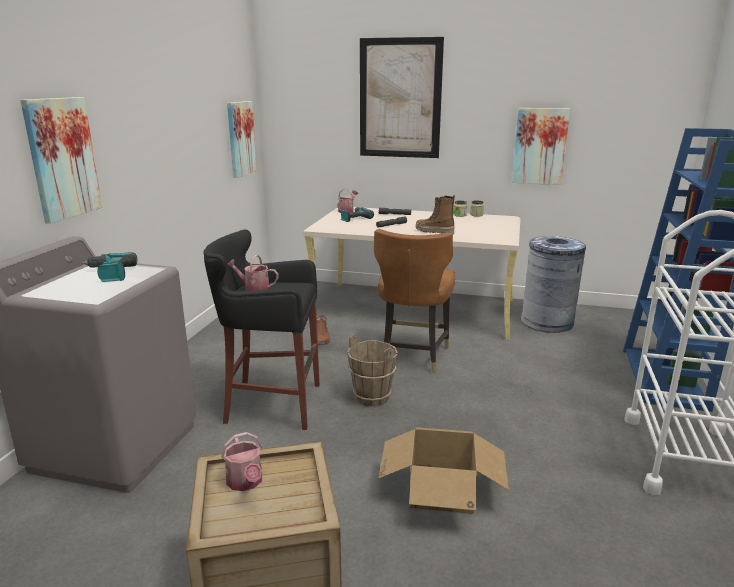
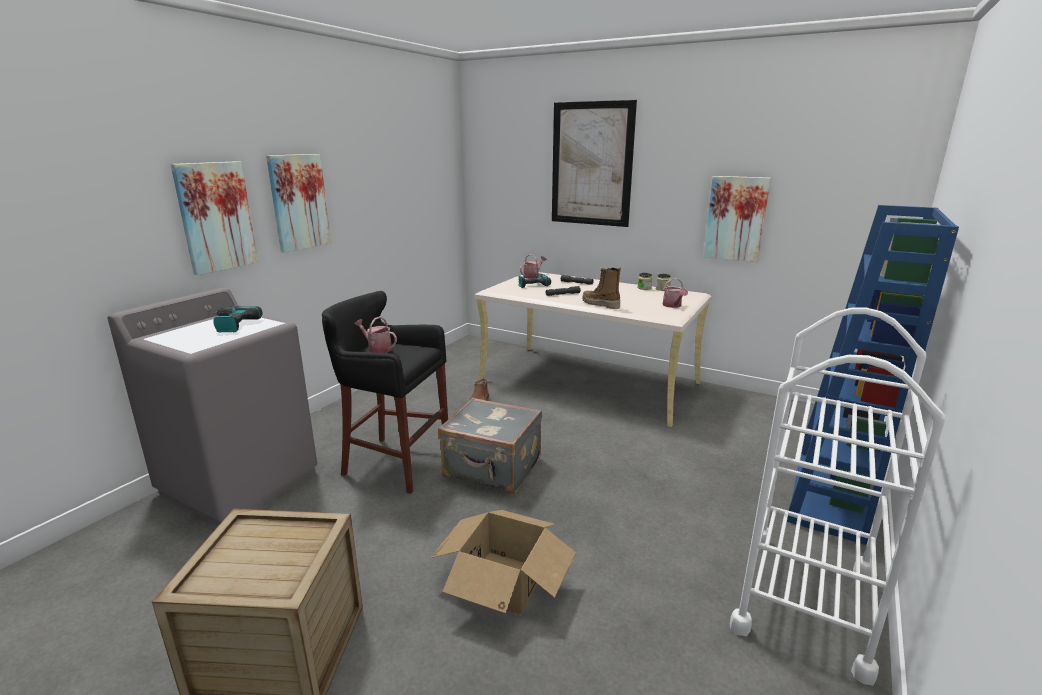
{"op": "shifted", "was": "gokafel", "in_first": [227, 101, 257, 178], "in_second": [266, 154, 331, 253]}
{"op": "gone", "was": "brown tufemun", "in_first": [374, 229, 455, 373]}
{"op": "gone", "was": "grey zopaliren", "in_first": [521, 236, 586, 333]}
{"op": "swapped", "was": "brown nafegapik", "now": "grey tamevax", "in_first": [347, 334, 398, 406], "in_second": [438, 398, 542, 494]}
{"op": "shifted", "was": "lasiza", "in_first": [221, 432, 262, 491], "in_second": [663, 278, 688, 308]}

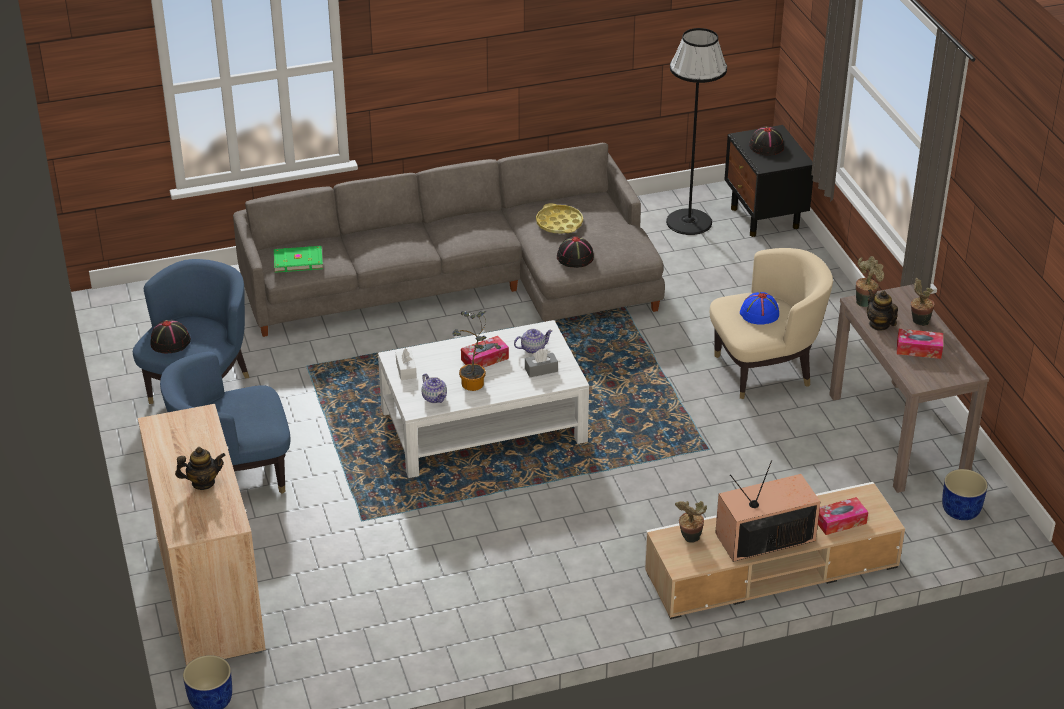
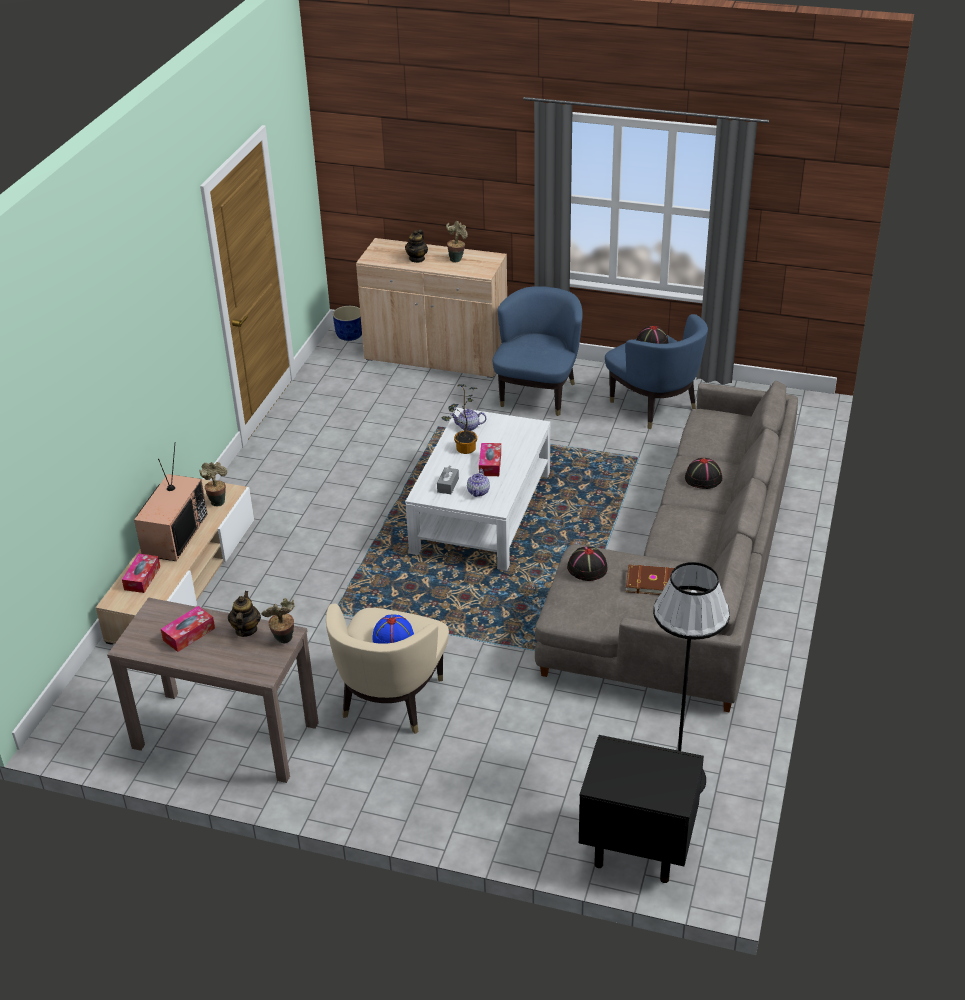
{"op": "shifted", "was": "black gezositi", "in_first": [749, 126, 784, 156], "in_second": [685, 458, 722, 489]}
{"op": "swapped", "was": "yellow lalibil", "now": "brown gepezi", "in_first": [536, 203, 583, 234], "in_second": [626, 564, 674, 595]}
{"op": "gone", "was": "green gepezi", "in_first": [274, 246, 323, 273]}
{"op": "shifted", "was": "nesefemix", "in_first": [911, 278, 935, 326], "in_second": [446, 221, 468, 262]}
{"op": "rotated", "was": "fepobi", "in_first": [867, 289, 898, 331], "in_second": [228, 591, 261, 637], "clockwise": -90}
{"op": "gone", "was": "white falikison", "in_first": [396, 348, 417, 380]}
{"op": "gone", "was": "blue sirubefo", "in_first": [942, 469, 988, 520]}

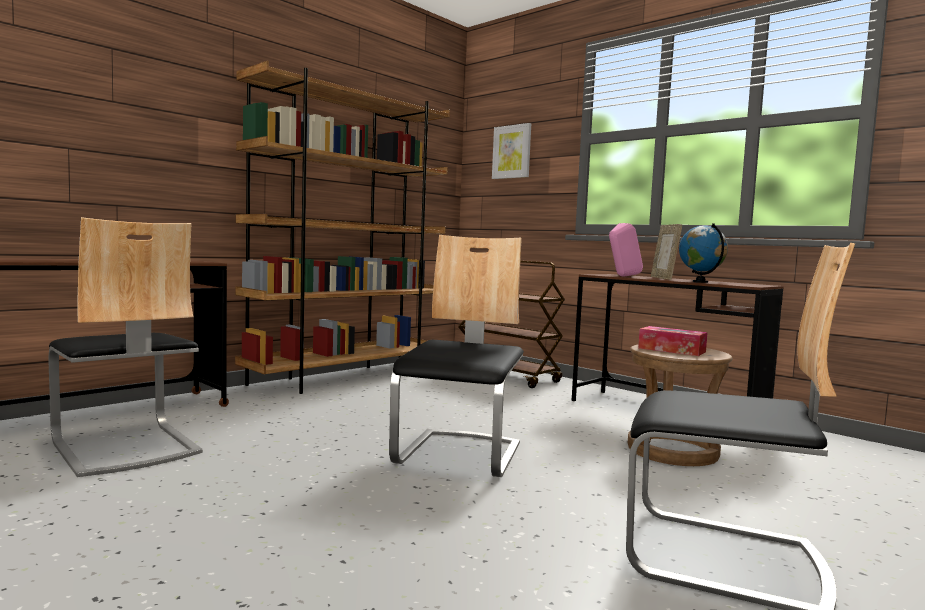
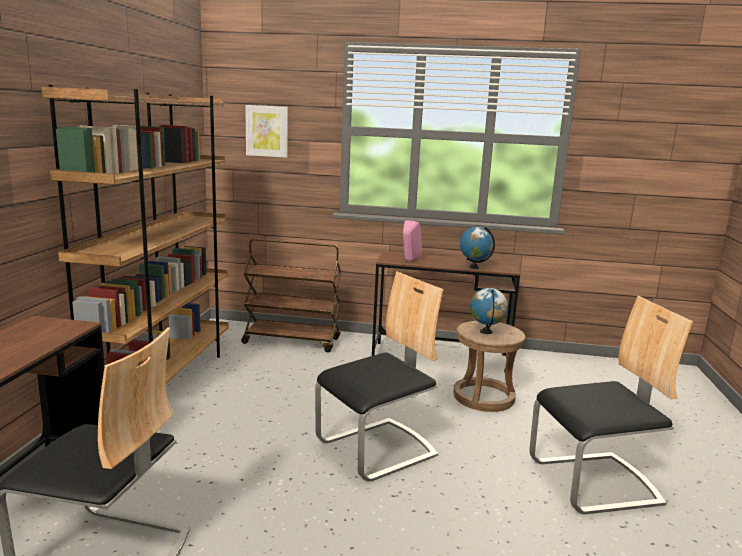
{"op": "gone", "was": "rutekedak", "in_first": [651, 224, 682, 280]}
{"op": "rotated", "was": "tufemun", "in_first": [389, 235, 524, 477], "in_second": [315, 271, 444, 482], "clockwise": 75}
{"op": "swapped", "was": "falikison", "now": "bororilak", "in_first": [638, 326, 708, 356], "in_second": [470, 288, 508, 334]}

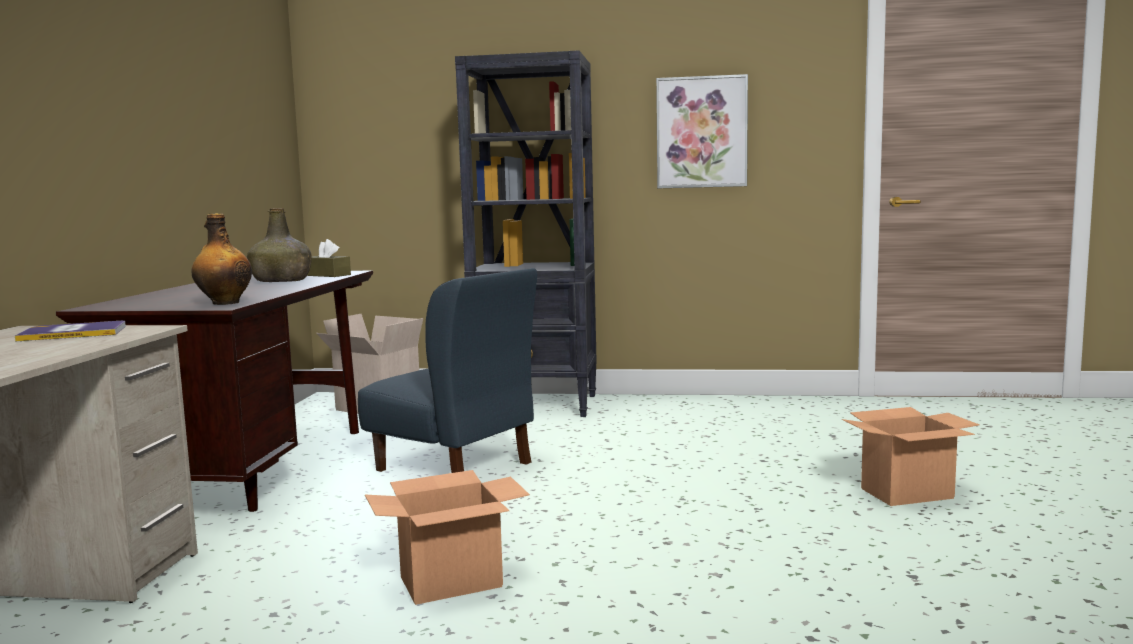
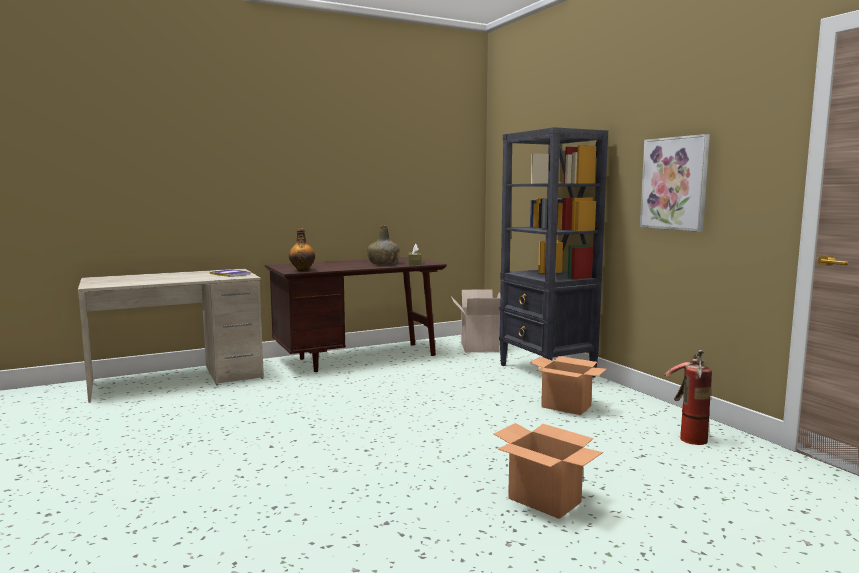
{"op": "gone", "was": "blue tufemun", "in_first": [358, 268, 537, 473]}
{"op": "shifted", "was": "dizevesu", "in_first": [365, 470, 530, 605], "in_second": [529, 356, 607, 415]}
{"op": "new", "now": "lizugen", "in_second": [664, 350, 712, 445]}

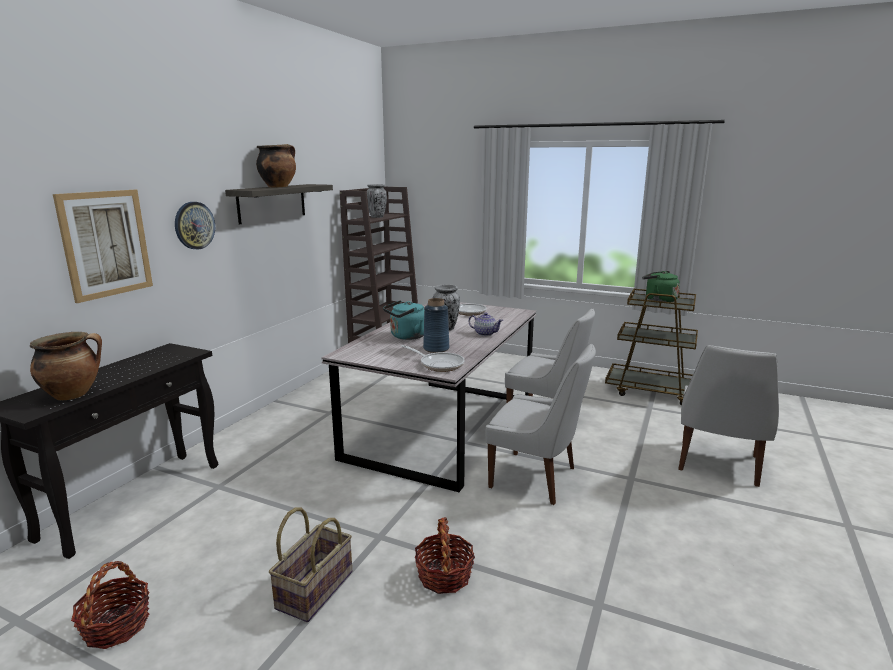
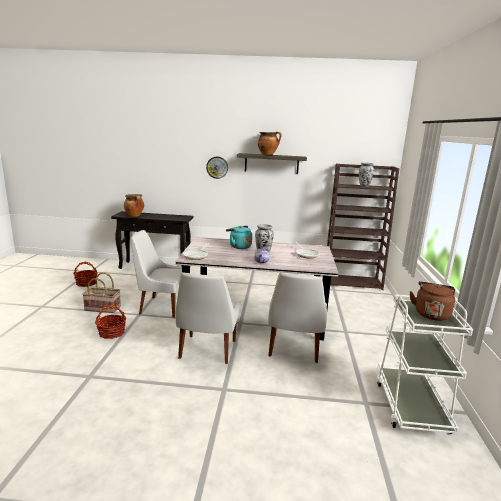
{"op": "gone", "was": "gokafel", "in_first": [53, 190, 153, 303]}
{"op": "repainted", "was": "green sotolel", "now": "brown sotolel", "in_first": [642, 271, 680, 302], "in_second": [410, 281, 455, 321]}
{"op": "repainted", "was": "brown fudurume", "now": "white fudurume", "in_first": [605, 289, 698, 406], "in_second": [377, 294, 473, 434]}
{"op": "gone", "was": "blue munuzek", "in_first": [423, 298, 449, 353]}
{"op": "shifted", "was": "white tufemun", "in_first": [678, 345, 779, 487], "in_second": [131, 230, 182, 318]}

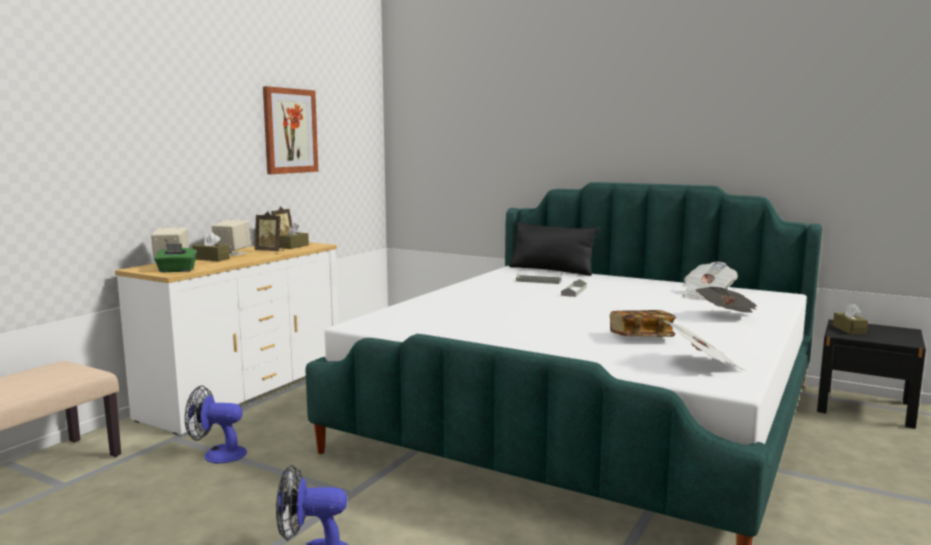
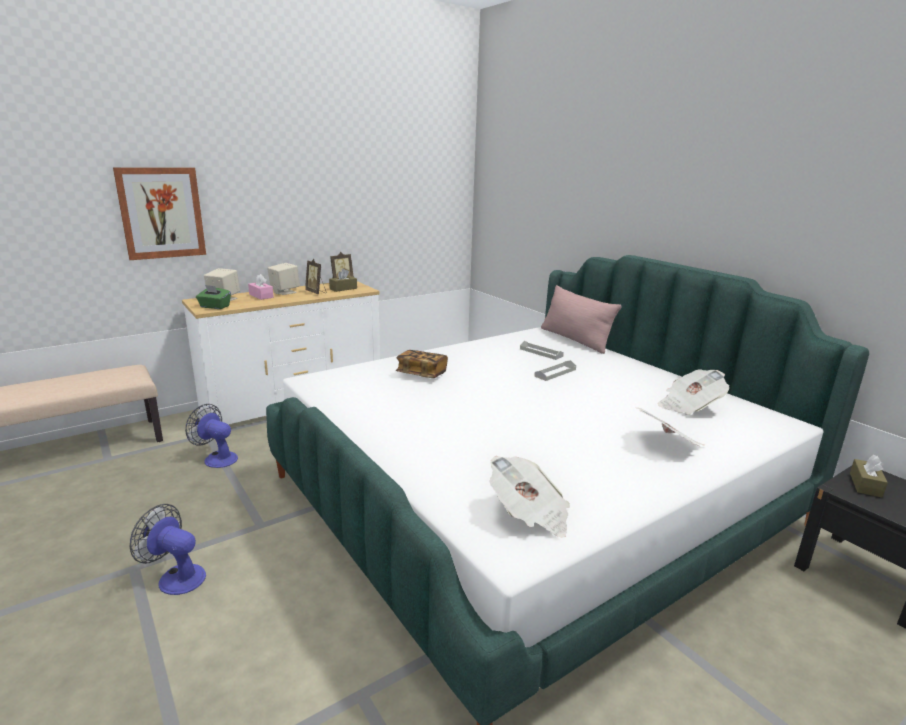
{"op": "shifted", "was": "gokafel", "in_first": [263, 86, 318, 174], "in_second": [113, 167, 206, 260]}
{"op": "repainted", "was": "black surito", "now": "pink surito", "in_first": [509, 222, 599, 276], "in_second": [541, 285, 622, 354]}
{"op": "repainted", "was": "brown falikison", "now": "pink falikison", "in_first": [193, 232, 230, 261], "in_second": [248, 274, 273, 300]}
{"op": "shifted", "was": "gepezi", "in_first": [610, 310, 676, 337], "in_second": [396, 350, 448, 378]}

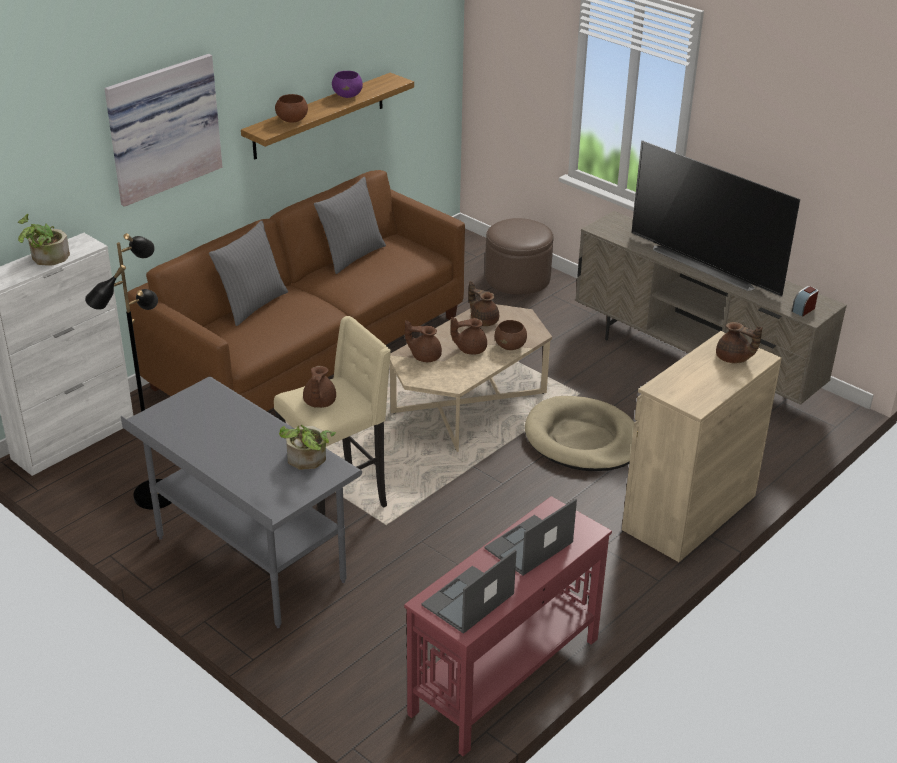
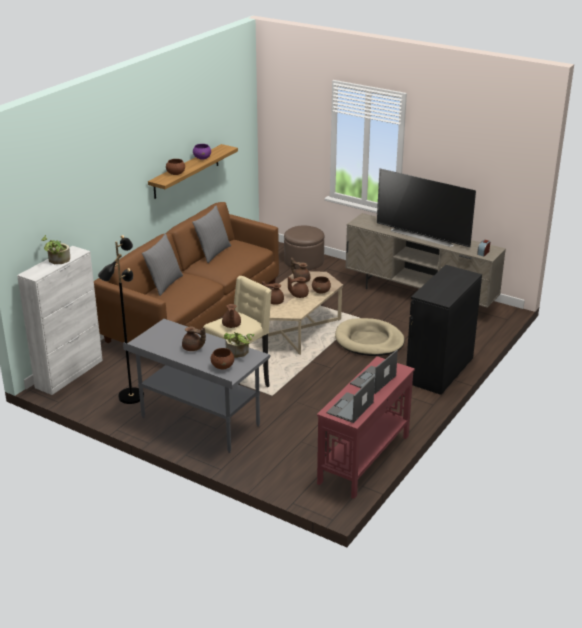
{"op": "gone", "was": "gokafel", "in_first": [104, 54, 222, 207]}
{"op": "shifted", "was": "brown fepobi", "in_first": [716, 322, 763, 363], "in_second": [182, 326, 206, 351]}
{"op": "repainted", "was": "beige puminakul", "now": "black puminakul", "in_first": [622, 331, 782, 562], "in_second": [406, 265, 482, 395]}
{"op": "new", "now": "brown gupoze", "in_second": [211, 348, 234, 369]}

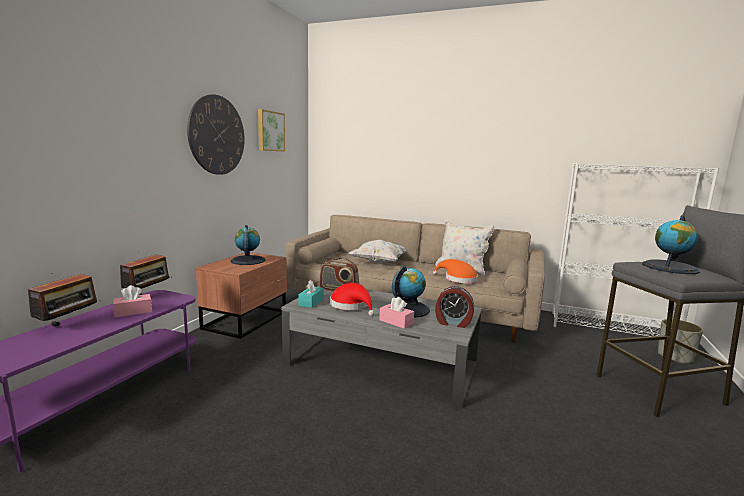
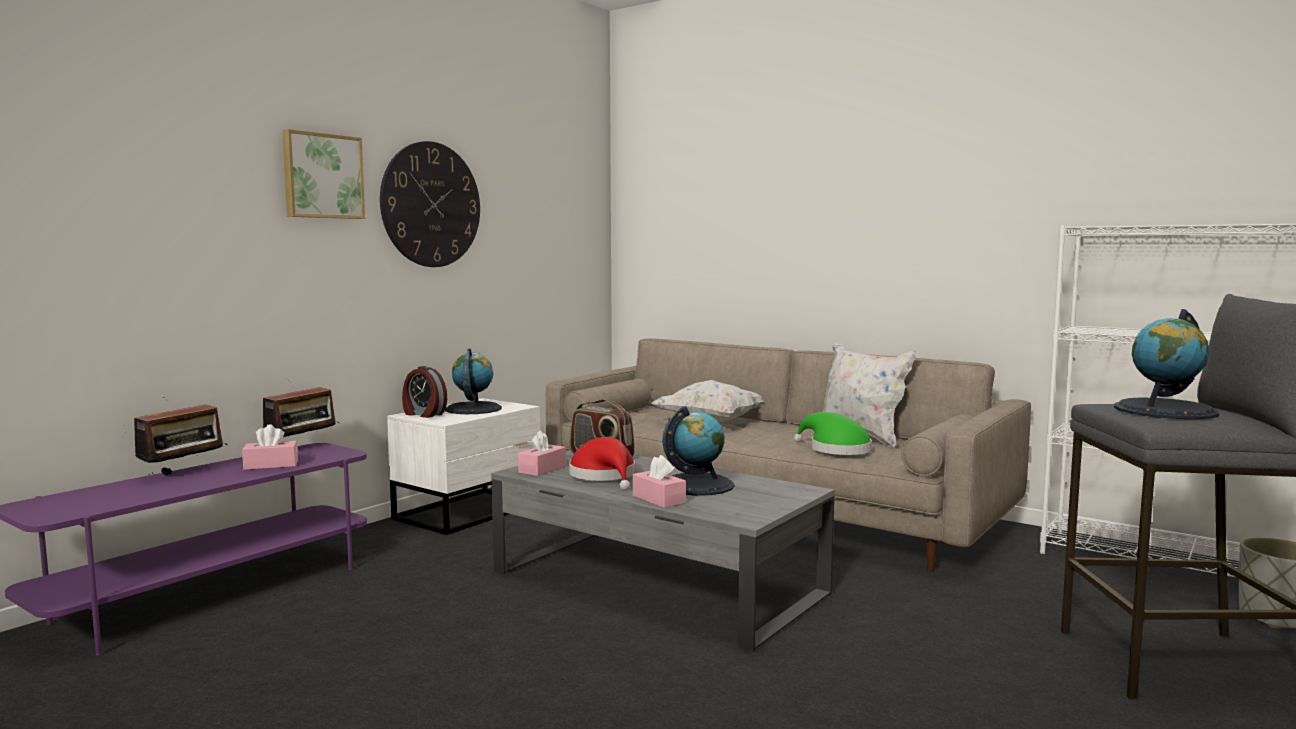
{"op": "shifted", "was": "gokafel", "in_first": [258, 109, 285, 151], "in_second": [282, 129, 365, 219]}
{"op": "repainted", "was": "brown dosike", "now": "white dosike", "in_first": [196, 252, 287, 339], "in_second": [387, 398, 540, 535]}
{"op": "repainted", "was": "orange gezositi", "now": "green gezositi", "in_first": [433, 259, 478, 283], "in_second": [794, 412, 872, 455]}
{"op": "repainted", "was": "turquoise falikison", "now": "pink falikison", "in_first": [298, 279, 324, 308], "in_second": [518, 430, 566, 476]}
{"op": "shifted", "was": "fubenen", "in_first": [435, 286, 474, 328], "in_second": [402, 366, 447, 418]}

